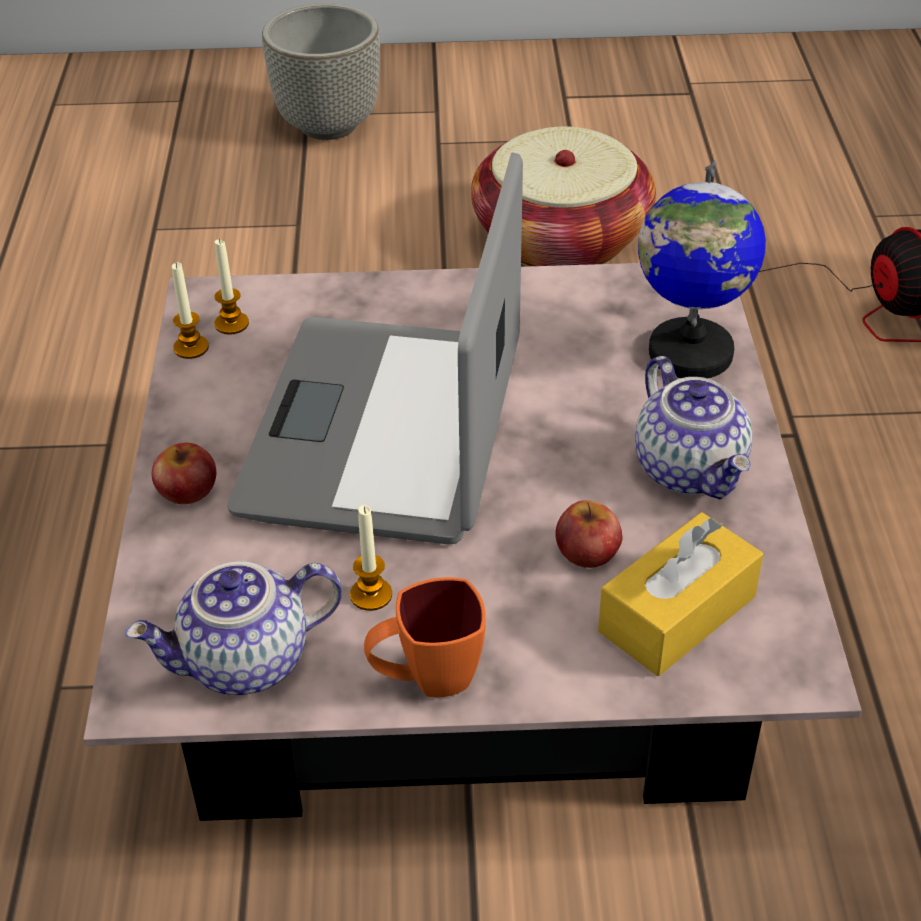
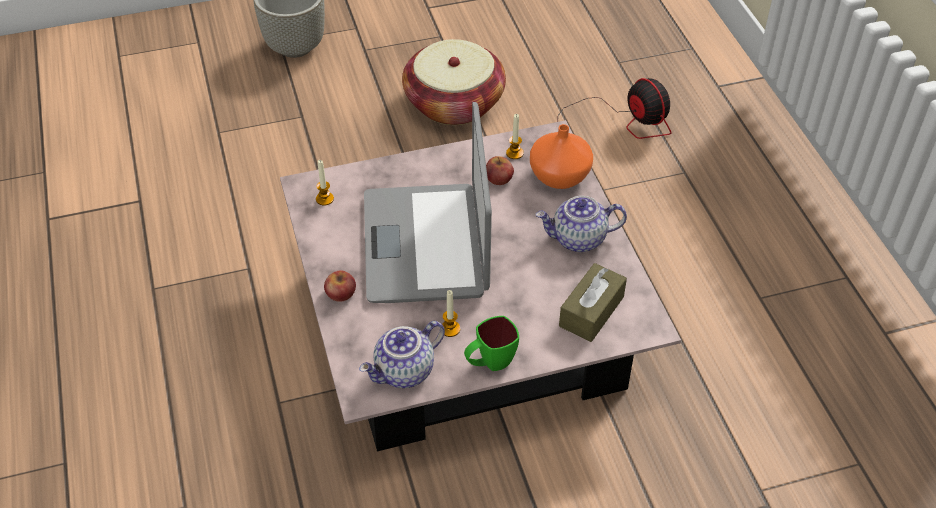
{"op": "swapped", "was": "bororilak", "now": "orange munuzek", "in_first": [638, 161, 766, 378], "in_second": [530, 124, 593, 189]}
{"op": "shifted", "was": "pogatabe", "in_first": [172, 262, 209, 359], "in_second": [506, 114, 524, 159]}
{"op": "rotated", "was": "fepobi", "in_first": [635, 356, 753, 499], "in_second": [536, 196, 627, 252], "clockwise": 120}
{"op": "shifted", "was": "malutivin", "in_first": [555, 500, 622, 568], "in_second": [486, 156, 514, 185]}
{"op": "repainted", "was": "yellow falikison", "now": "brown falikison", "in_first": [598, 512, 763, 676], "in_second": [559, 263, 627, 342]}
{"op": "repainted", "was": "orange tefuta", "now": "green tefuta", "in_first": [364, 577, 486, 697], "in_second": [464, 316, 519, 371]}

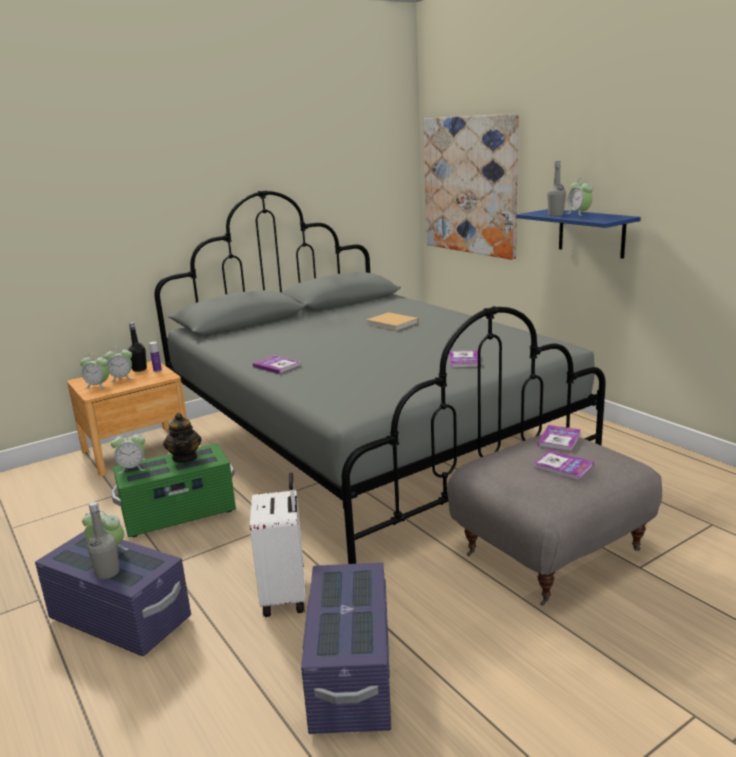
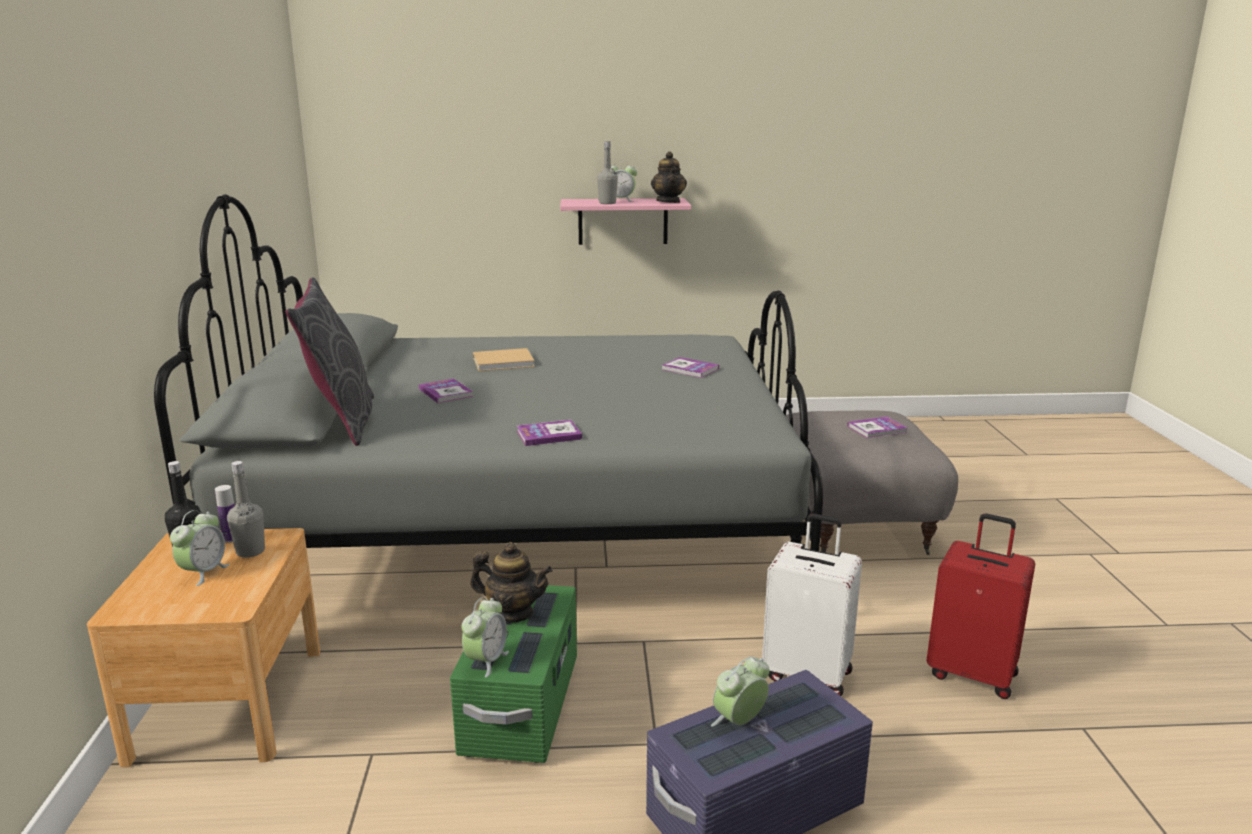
{"op": "gone", "was": "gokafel", "in_first": [424, 114, 519, 260]}
{"op": "repainted", "was": "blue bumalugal", "now": "pink bumalugal", "in_first": [516, 209, 641, 259], "in_second": [560, 198, 691, 245]}
{"op": "gone", "was": "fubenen", "in_first": [80, 353, 109, 389]}
{"op": "shifted", "was": "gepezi", "in_first": [537, 425, 581, 452], "in_second": [419, 378, 473, 403]}
{"op": "shifted", "was": "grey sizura", "in_first": [87, 502, 119, 579], "in_second": [227, 461, 265, 558]}
{"op": "swapped", "was": "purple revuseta", "now": "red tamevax", "in_first": [301, 562, 391, 734], "in_second": [926, 513, 1035, 699]}
{"op": "new", "now": "fepobi", "in_second": [651, 151, 687, 203]}
{"op": "new", "now": "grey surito", "in_second": [285, 277, 374, 446]}

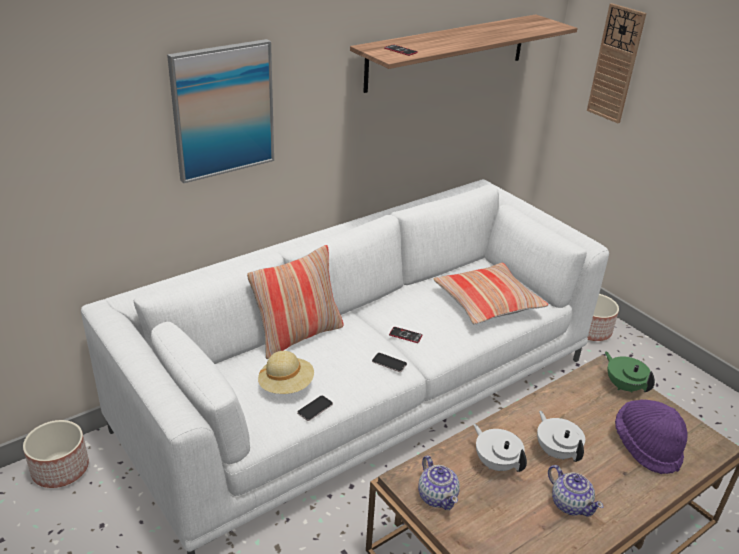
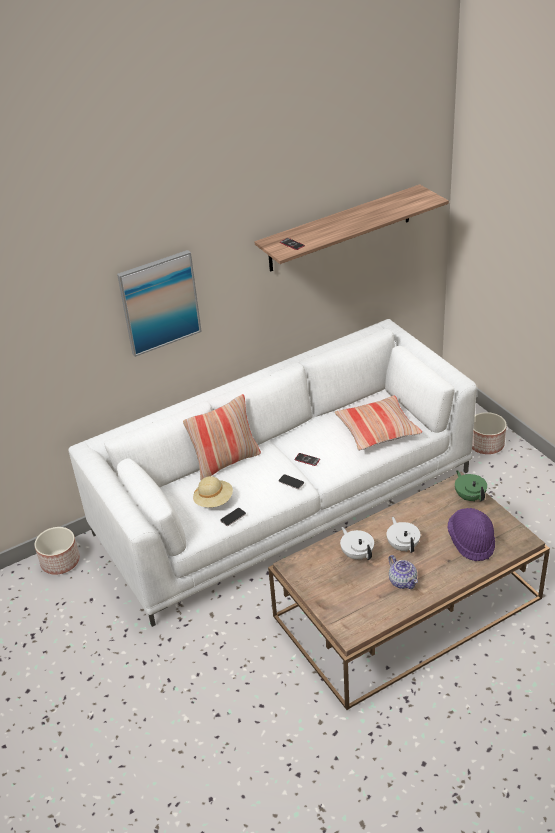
{"op": "gone", "was": "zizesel", "in_first": [587, 3, 646, 123]}
{"op": "gone", "was": "fepobi", "in_first": [418, 456, 460, 510]}

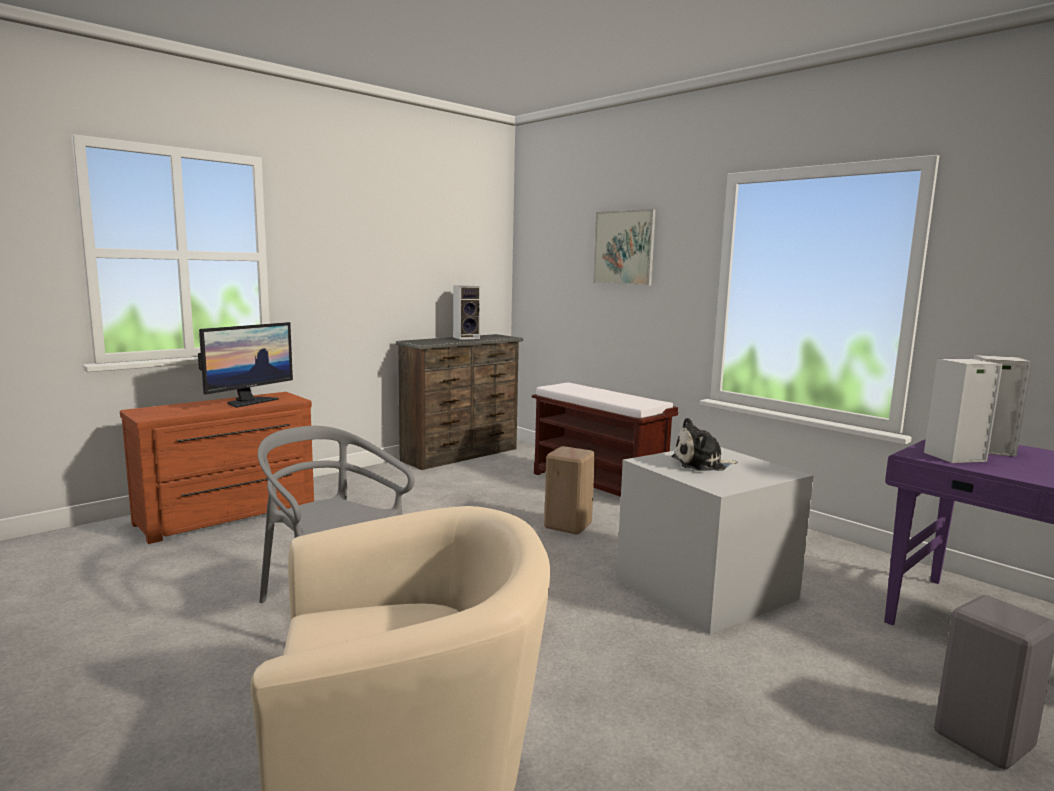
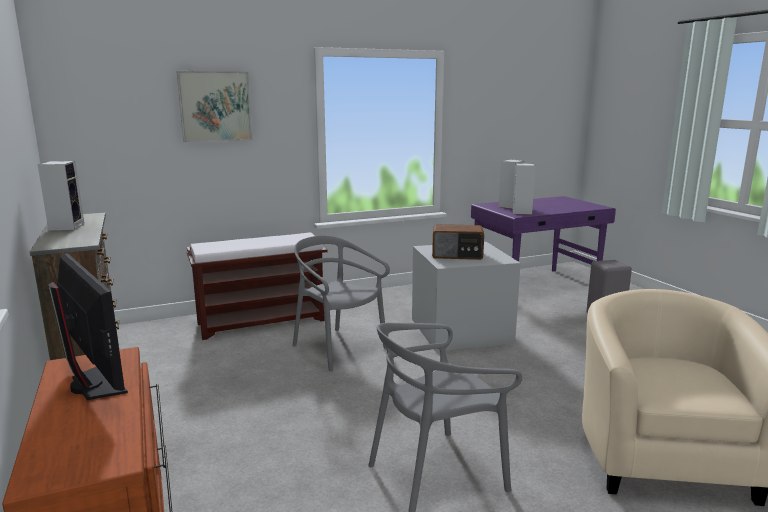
{"op": "swapped", "was": "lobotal", "now": "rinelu", "in_first": [671, 418, 738, 471], "in_second": [432, 224, 484, 260]}
{"op": "swapped", "was": "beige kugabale", "now": "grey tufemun", "in_first": [544, 446, 595, 535], "in_second": [293, 235, 390, 372]}

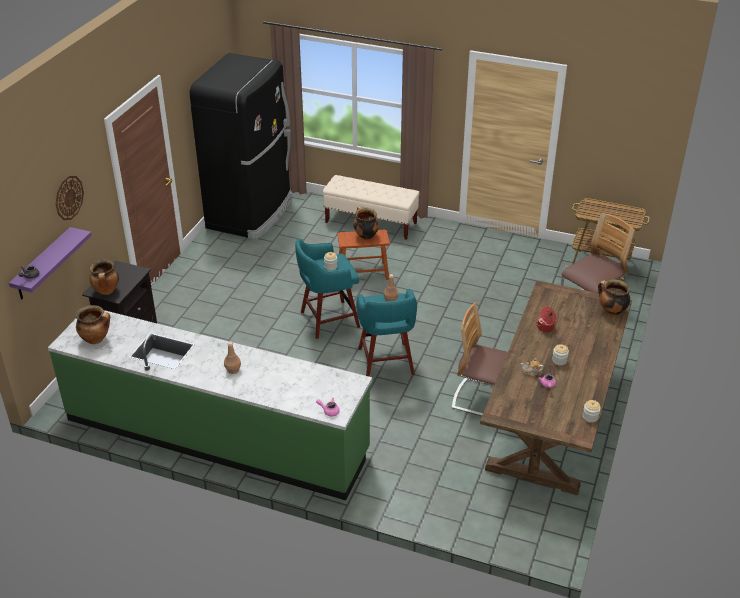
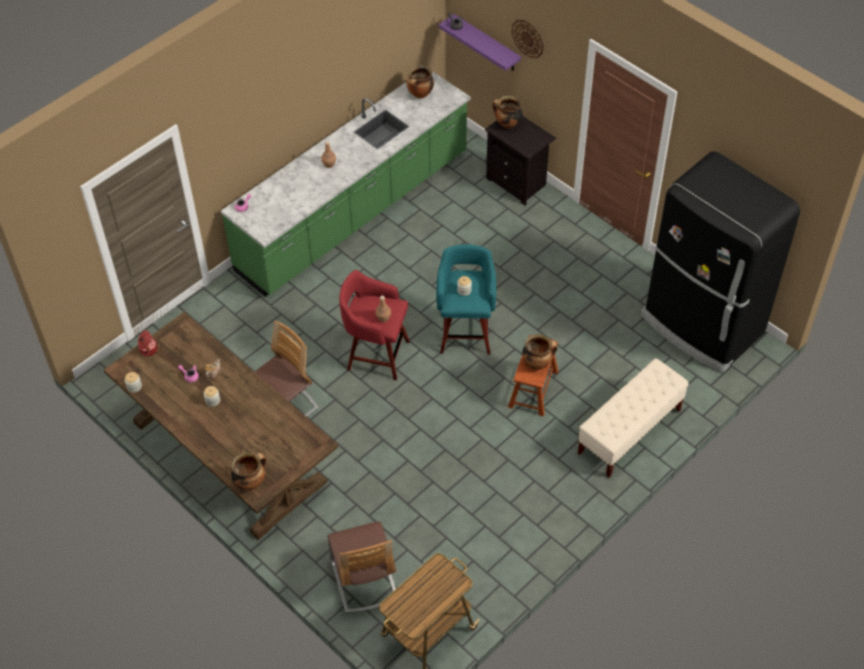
{"op": "repainted", "was": "turquoise kugabale", "now": "red kugabale", "in_first": [356, 289, 417, 377], "in_second": [339, 270, 410, 380]}
{"op": "shifted", "was": "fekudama", "in_first": [535, 306, 558, 332], "in_second": [138, 331, 157, 356]}

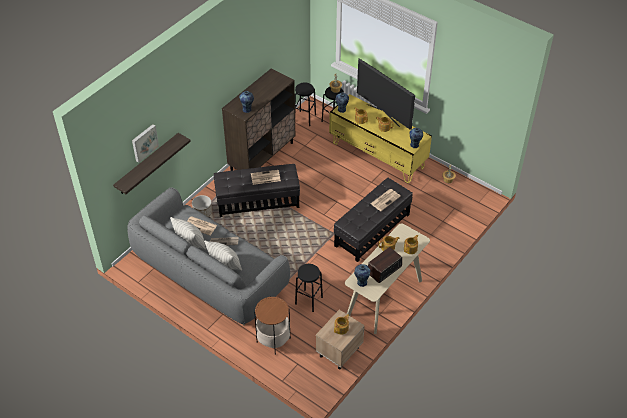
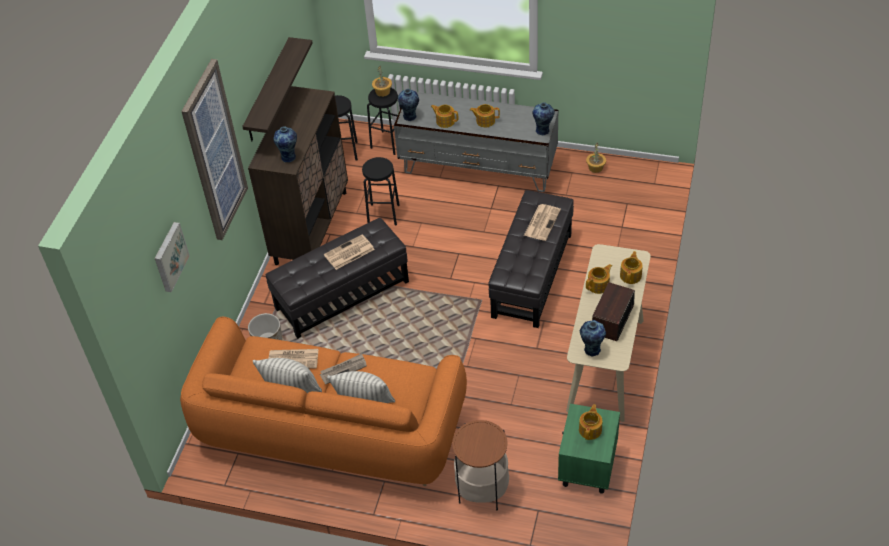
{"op": "gone", "was": "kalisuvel", "in_first": [357, 58, 415, 130]}
{"op": "repainted", "was": "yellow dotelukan", "now": "grey dotelukan", "in_first": [329, 94, 432, 183], "in_second": [394, 92, 558, 192]}
{"op": "shifted", "was": "bumalugal", "in_first": [113, 133, 191, 194], "in_second": [242, 37, 313, 141]}
{"op": "repainted", "was": "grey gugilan", "now": "orange gugilan", "in_first": [127, 187, 290, 326], "in_second": [180, 317, 467, 486]}
{"op": "shifted", "was": "black kugabale", "in_first": [295, 264, 323, 312], "in_second": [362, 157, 400, 226]}
{"op": "repainted", "was": "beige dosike", "now": "green dosike", "in_first": [316, 310, 365, 369], "in_second": [558, 404, 620, 494]}
{"op": "new", "now": "gokafel", "in_second": [181, 59, 248, 240]}

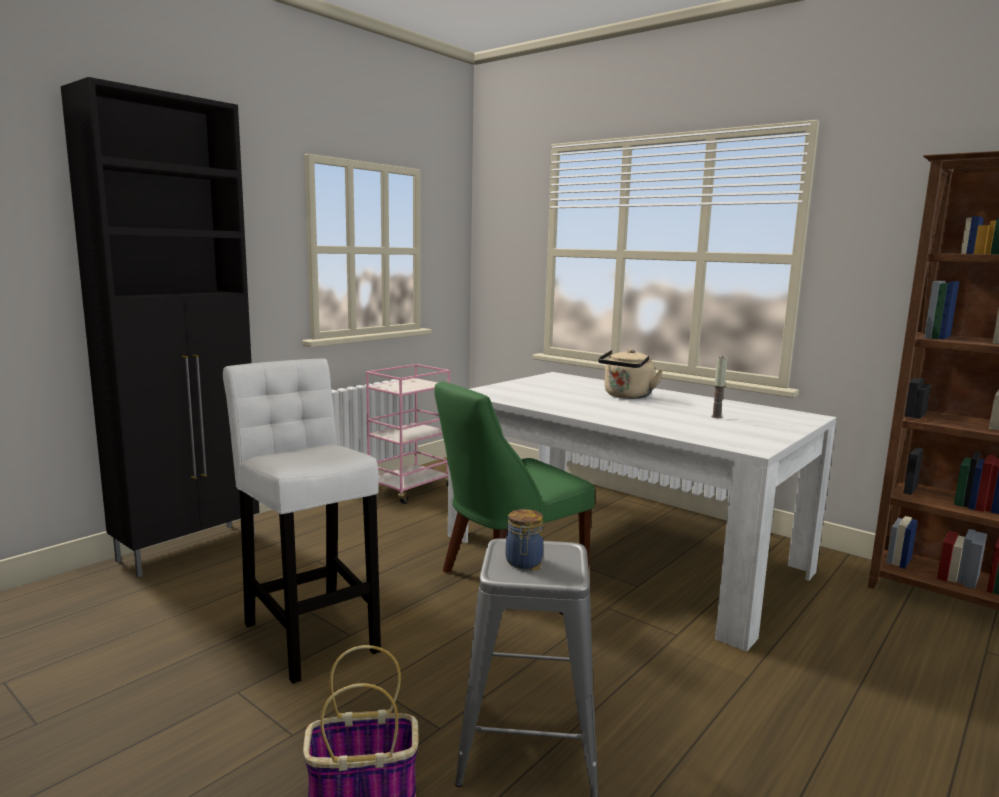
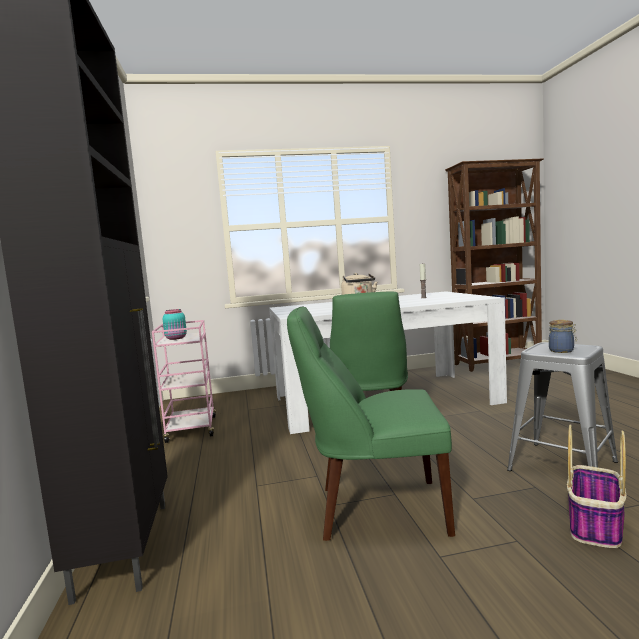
{"op": "swapped", "was": "white kugabale", "now": "green tufemun", "in_first": [223, 358, 381, 684], "in_second": [287, 306, 455, 541]}
{"op": "new", "now": "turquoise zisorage", "in_second": [163, 309, 187, 340]}

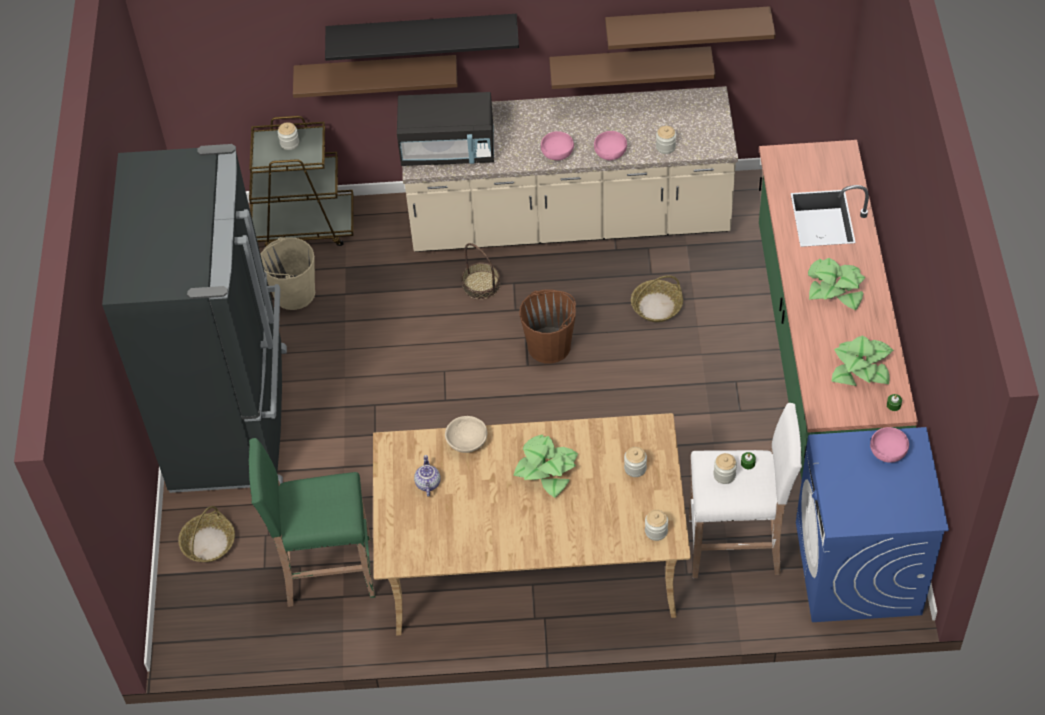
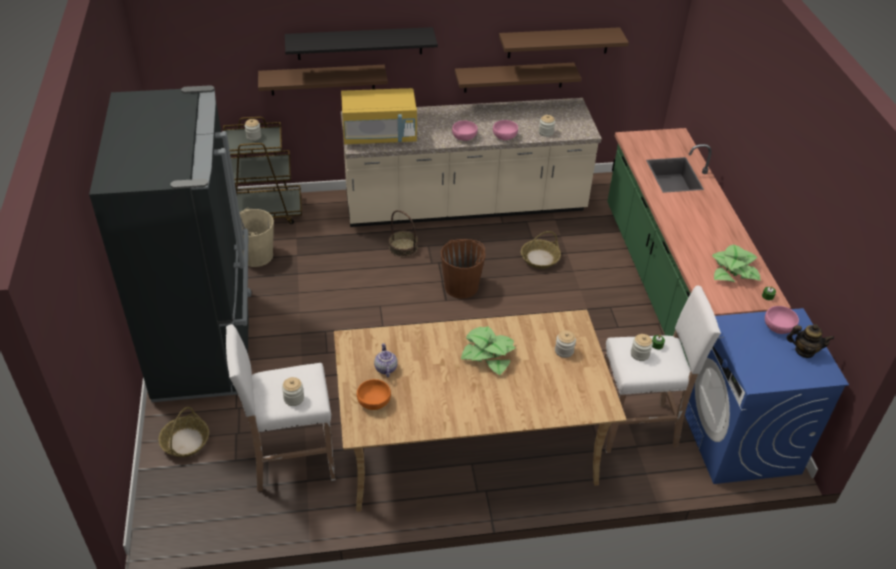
{"op": "repainted", "was": "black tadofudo", "now": "yellow tadofudo", "in_first": [397, 92, 494, 166], "in_second": [341, 88, 417, 144]}
{"op": "gone", "was": "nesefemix", "in_first": [808, 258, 866, 310]}
{"op": "gone", "was": "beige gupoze", "in_first": [445, 416, 487, 453]}
{"op": "repainted", "was": "green kugabale", "now": "white kugabale", "in_first": [249, 438, 375, 607], "in_second": [226, 324, 336, 492]}
{"op": "shifted", "was": "zisorage", "in_first": [645, 510, 668, 541], "in_second": [282, 377, 304, 406]}
{"op": "new", "now": "fepobi", "in_second": [787, 324, 834, 358]}
{"op": "new", "now": "orange gupoze", "in_second": [357, 379, 391, 410]}

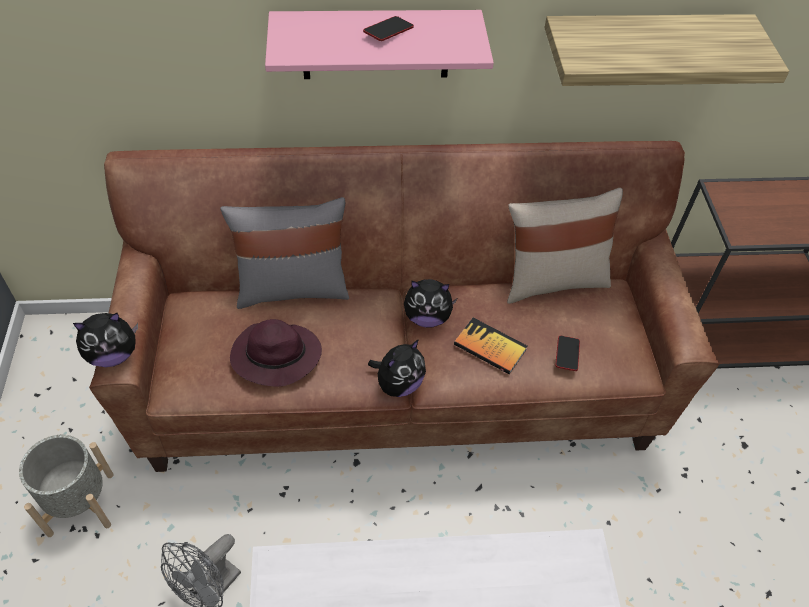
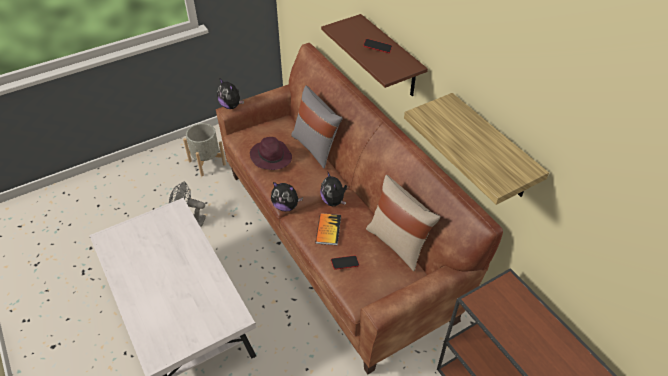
{"op": "repainted", "was": "pink bumalugal", "now": "brown bumalugal", "in_first": [265, 10, 494, 79], "in_second": [321, 14, 428, 96]}

